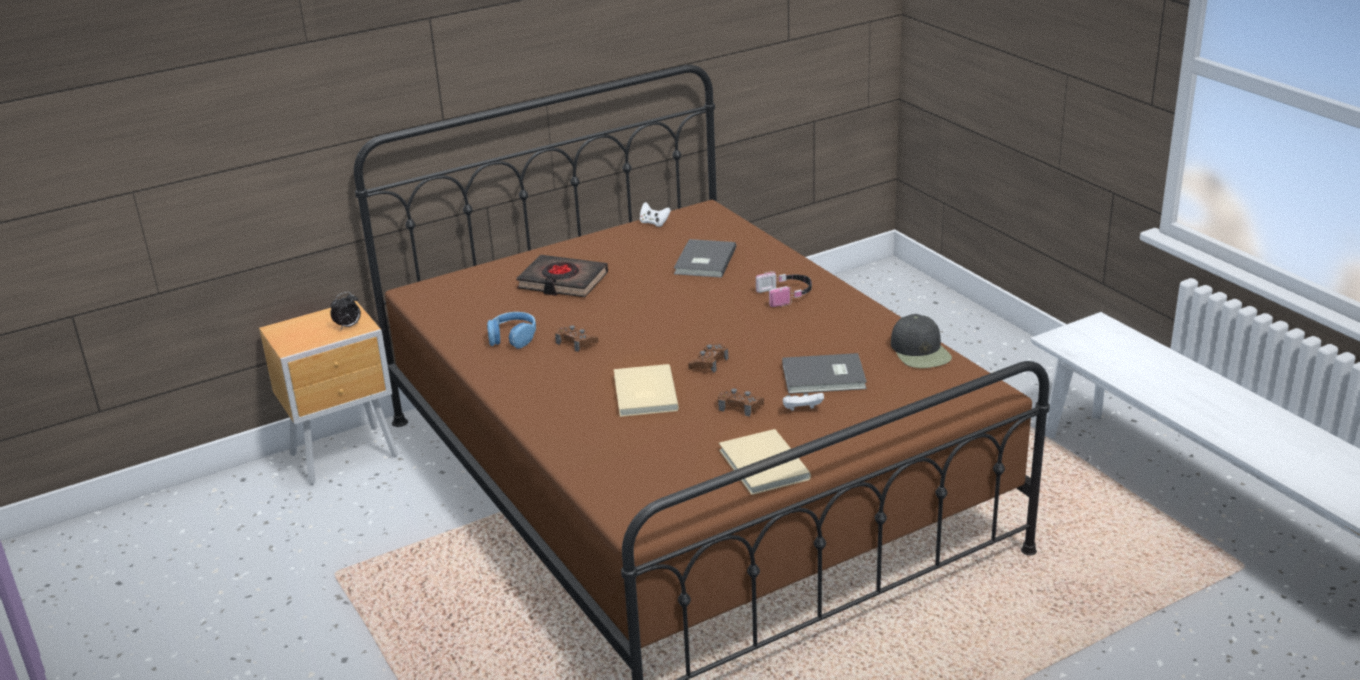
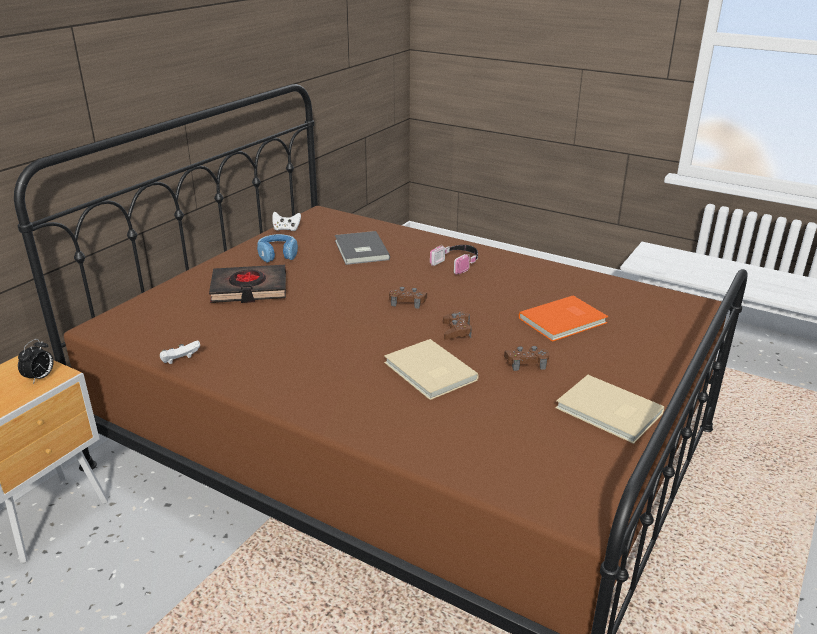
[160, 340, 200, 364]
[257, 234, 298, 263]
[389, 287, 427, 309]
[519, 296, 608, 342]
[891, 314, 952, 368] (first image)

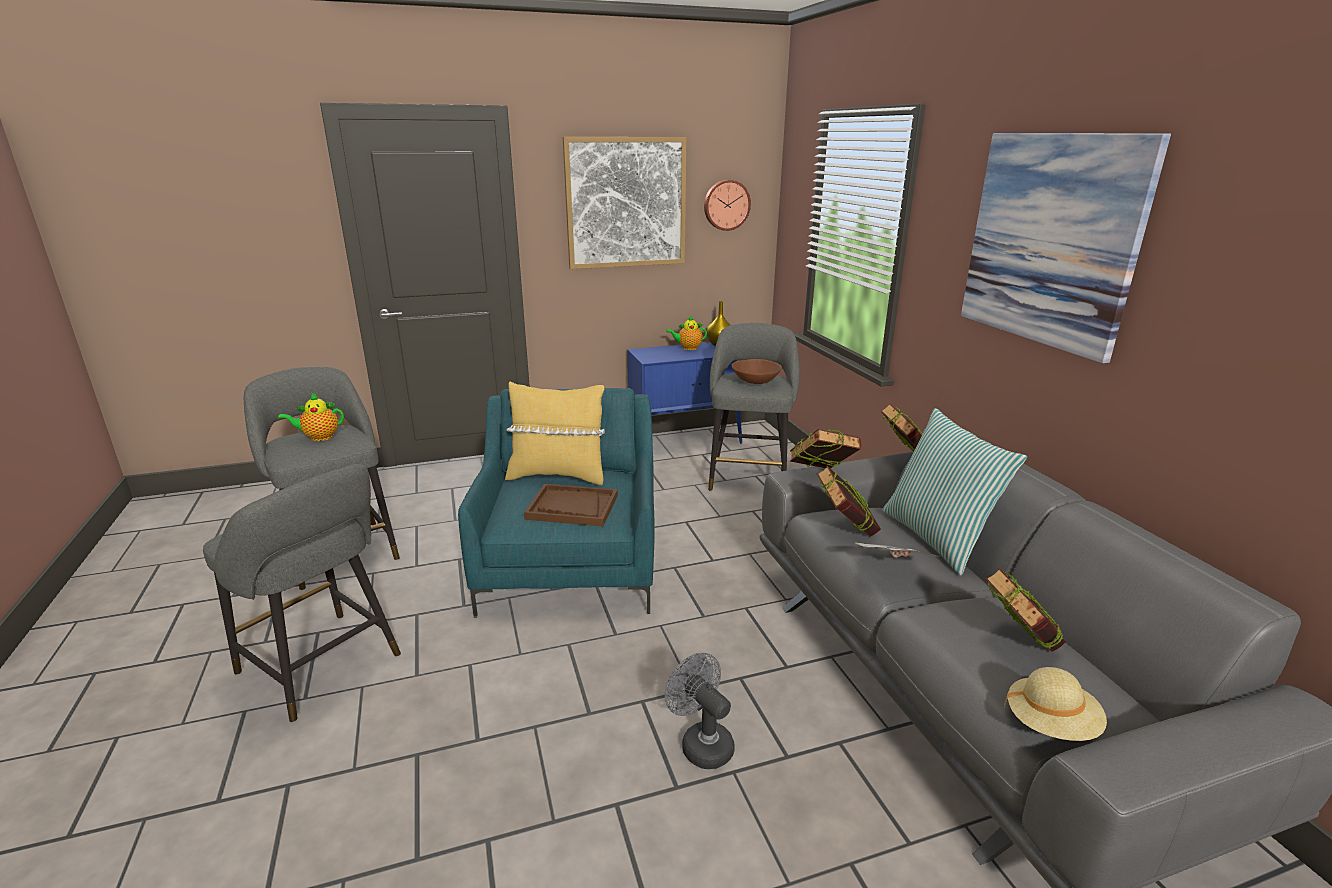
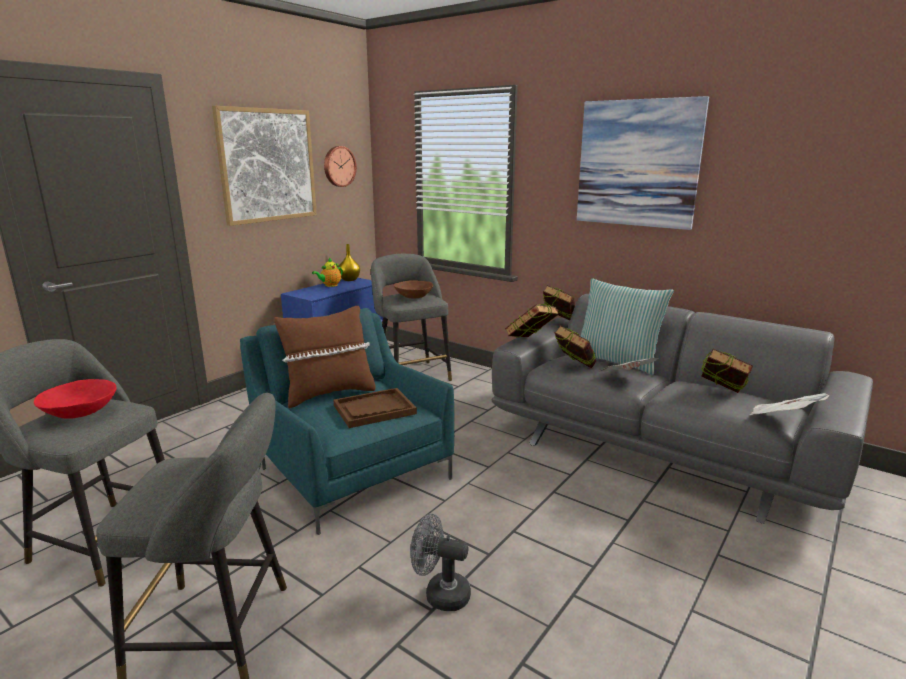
[34, 379, 117, 419]
[274, 306, 375, 408]
[410, 514, 471, 611]
[750, 393, 829, 415]

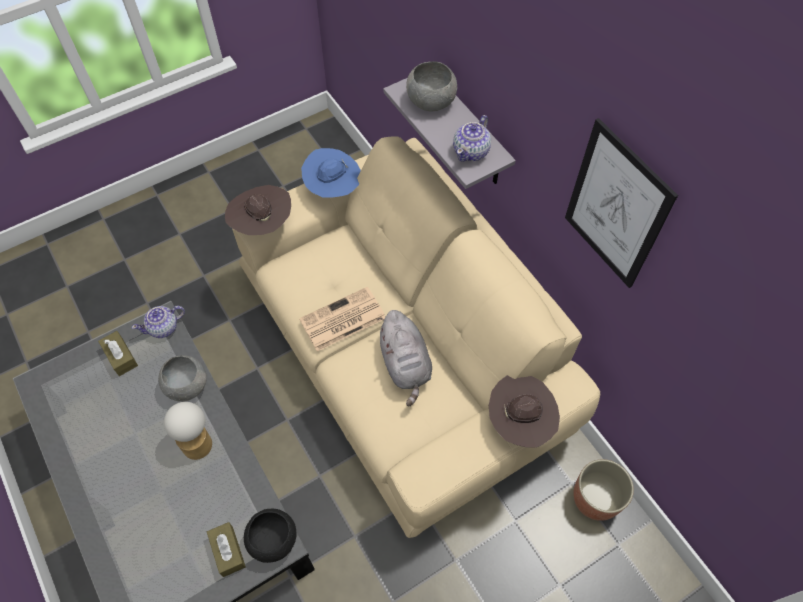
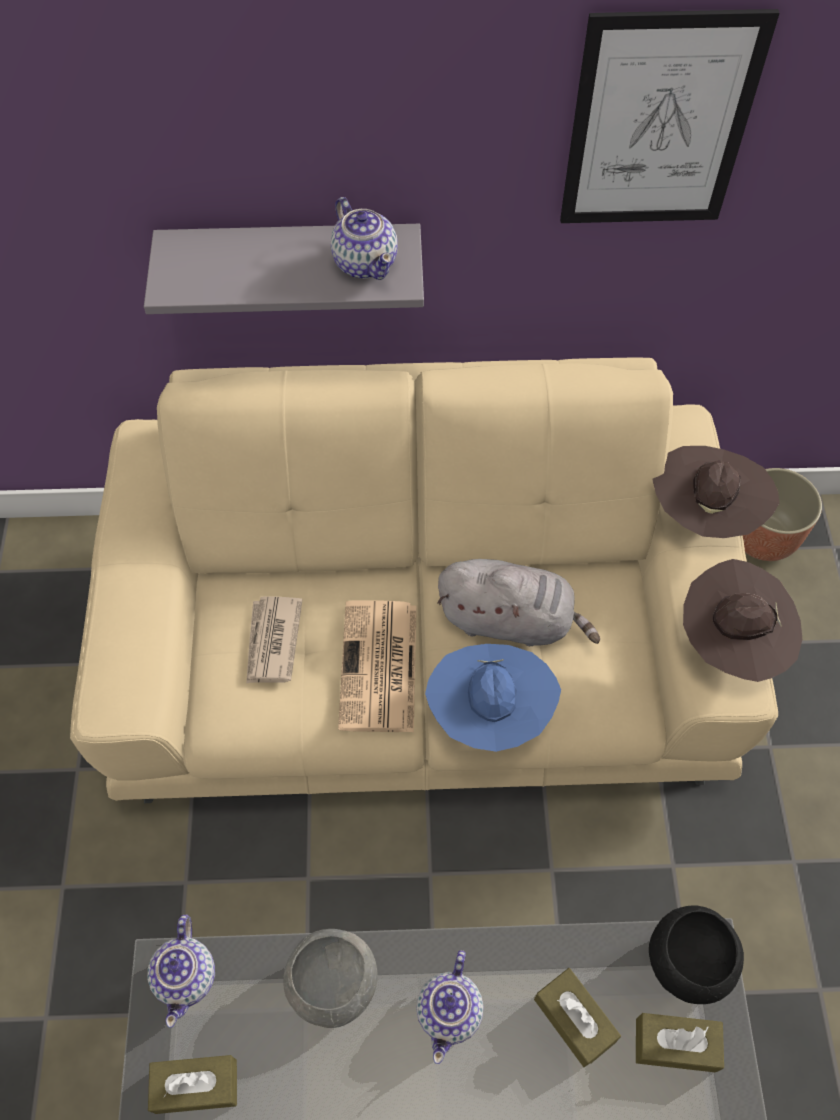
[246, 596, 302, 684]
[416, 950, 484, 1064]
[425, 644, 561, 752]
[534, 968, 621, 1067]
[683, 559, 802, 682]
[406, 61, 457, 111] (first image)

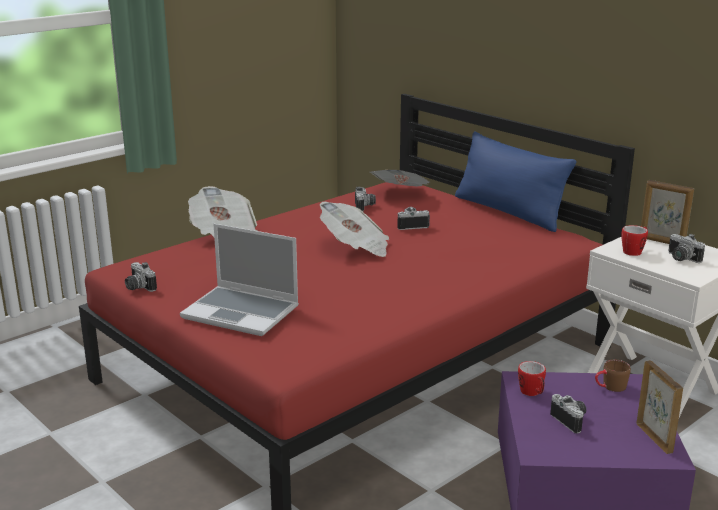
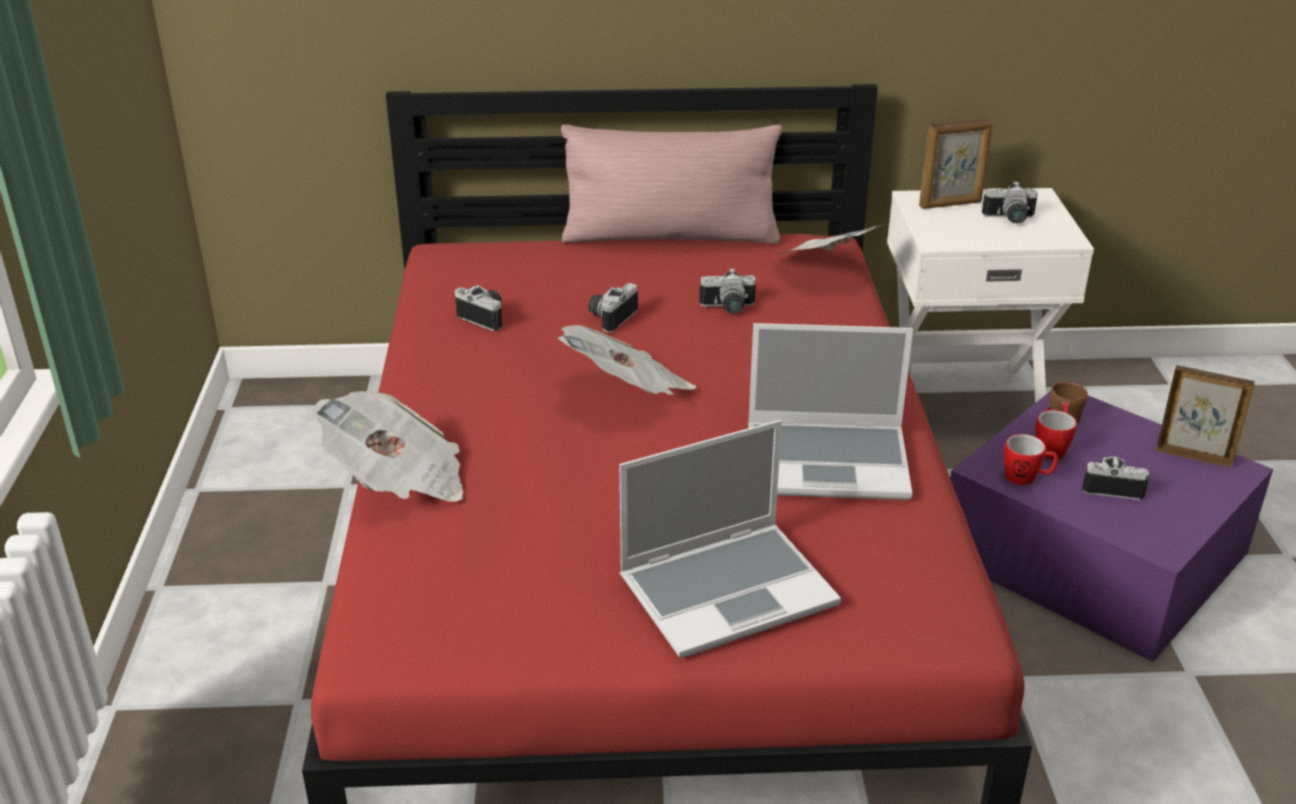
[561, 124, 782, 244]
[699, 268, 756, 314]
[748, 323, 913, 500]
[777, 224, 886, 255]
[1035, 407, 1077, 460]

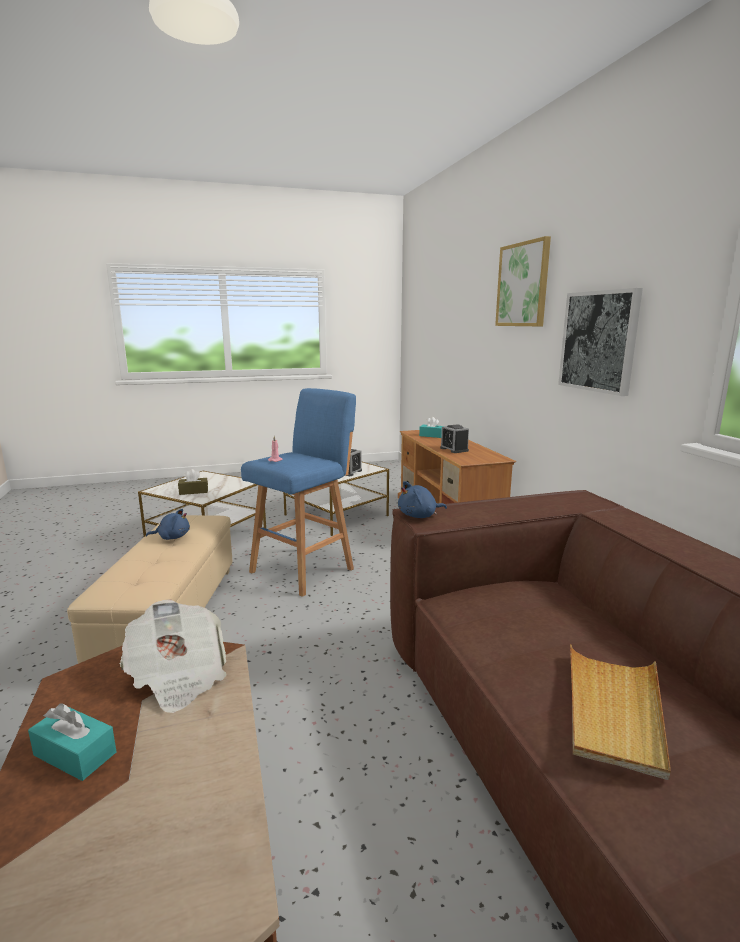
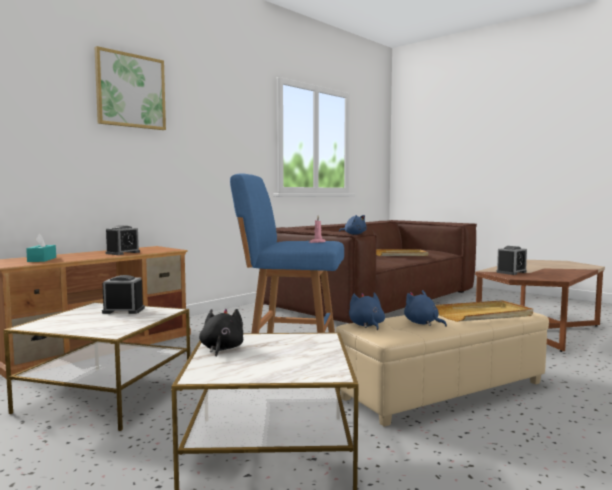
[199, 309, 243, 357]
[349, 292, 385, 330]
[435, 300, 533, 322]
[496, 246, 527, 275]
[28, 703, 116, 781] (first image)
[178, 469, 208, 495] (first image)
[558, 288, 643, 396] (first image)

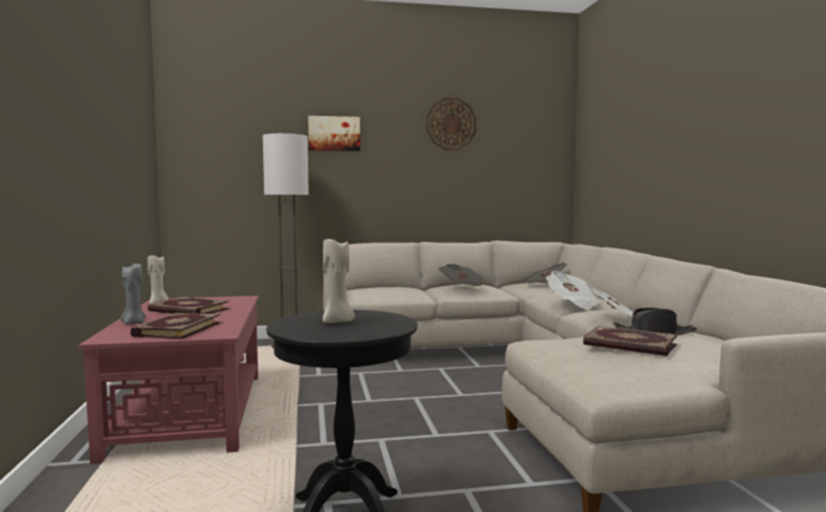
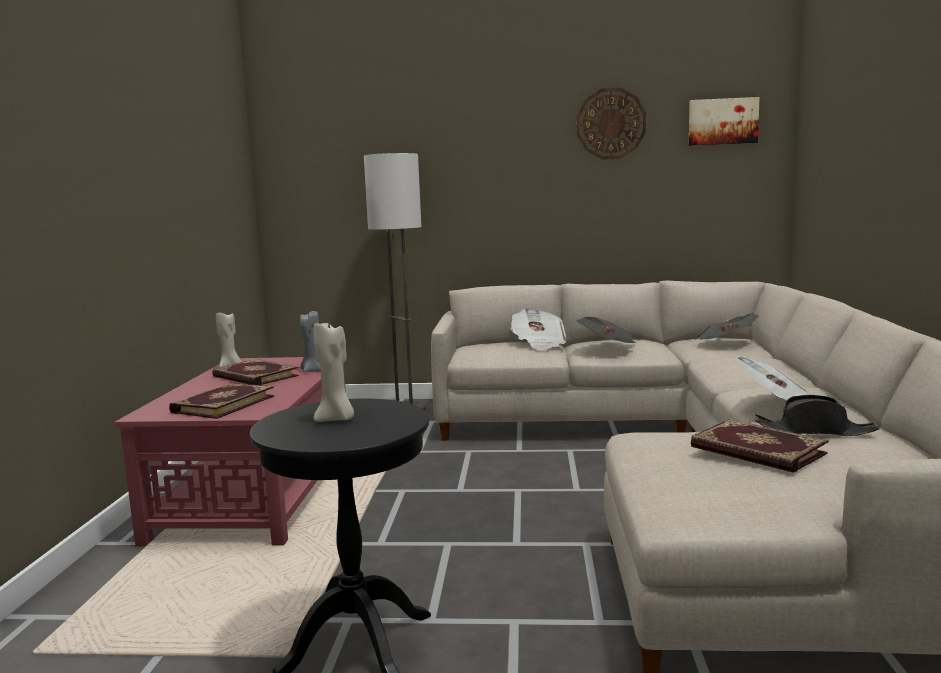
[300, 310, 321, 372]
[511, 309, 566, 350]
[689, 97, 760, 146]

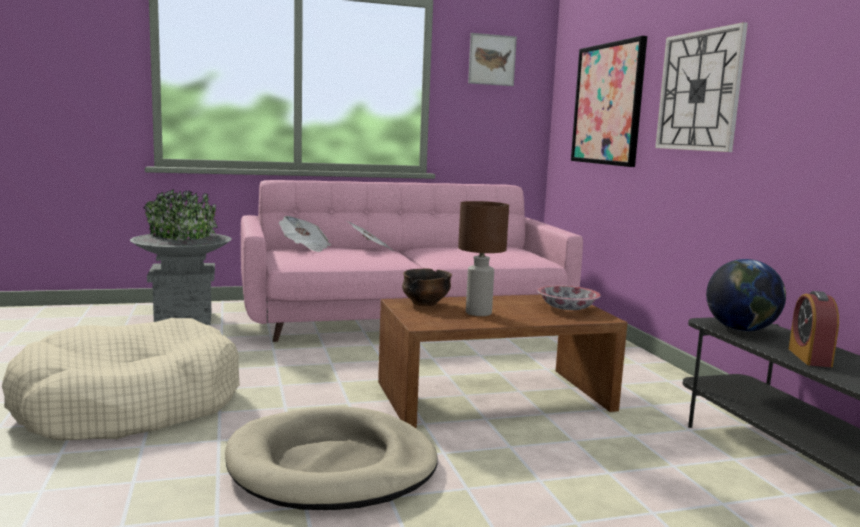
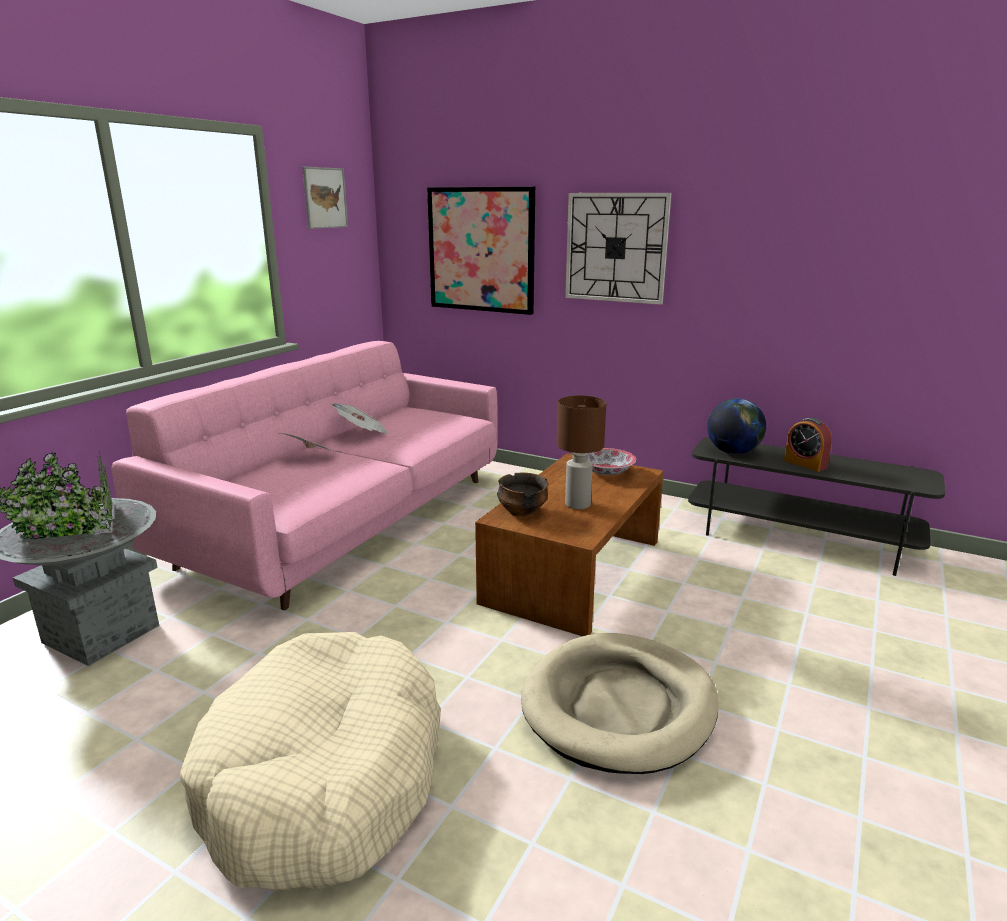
[330, 403, 389, 434]

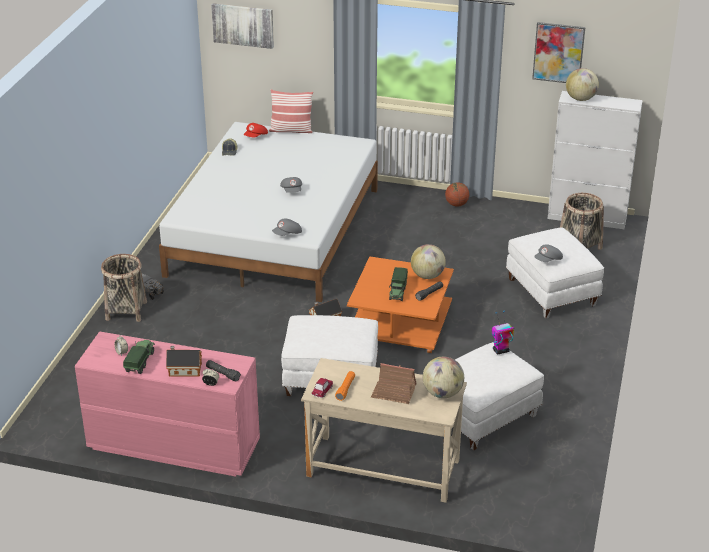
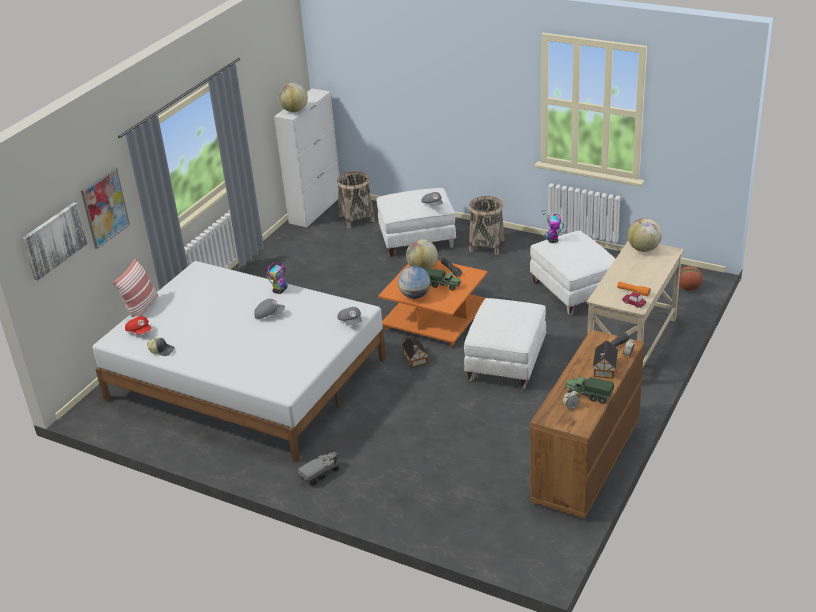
[81, 168, 130, 249]
[266, 262, 288, 294]
[398, 266, 431, 299]
[469, 196, 505, 255]
[530, 330, 644, 518]
[679, 266, 702, 291]
[371, 363, 417, 404] (first image)

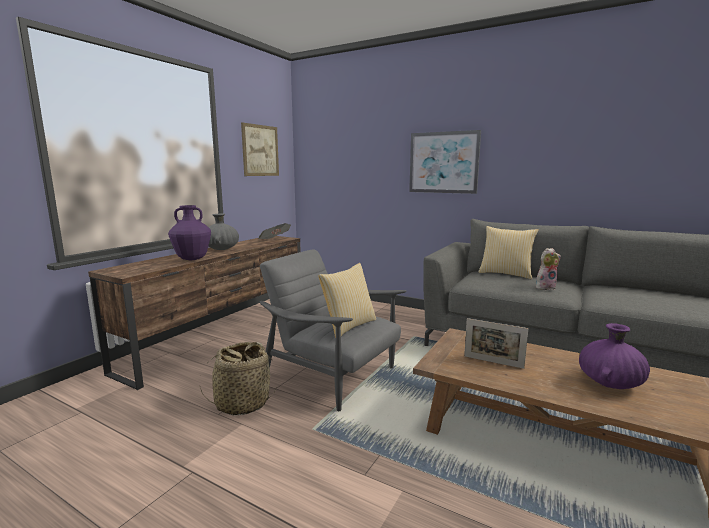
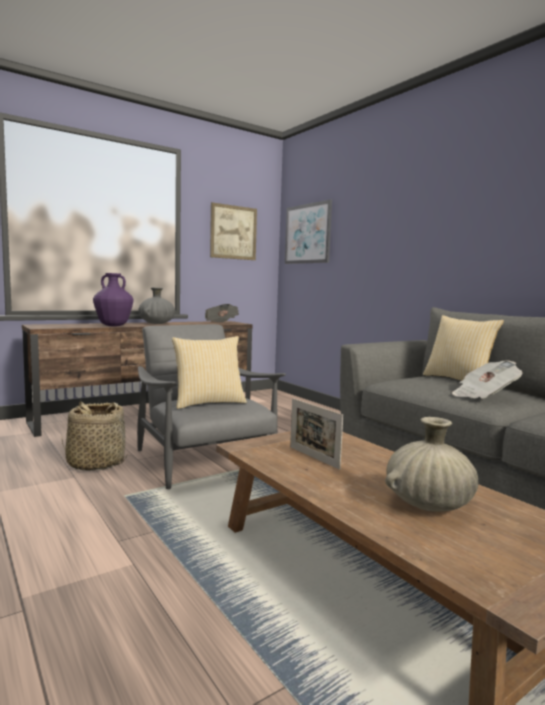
[285, 200, 332, 264]
[385, 417, 478, 511]
[452, 360, 522, 399]

